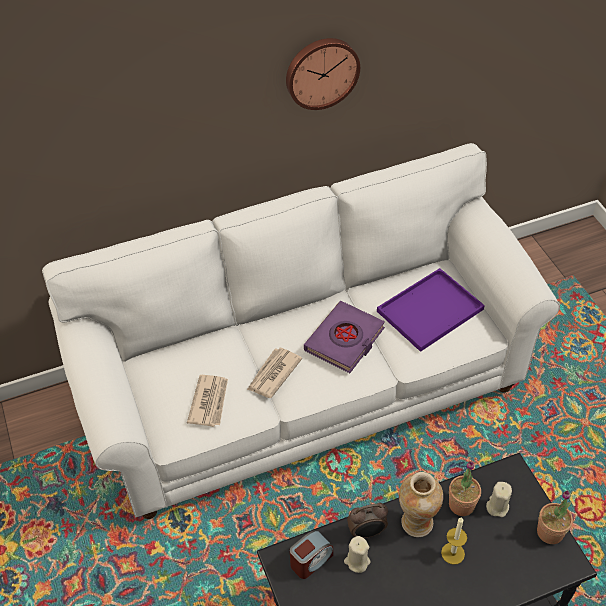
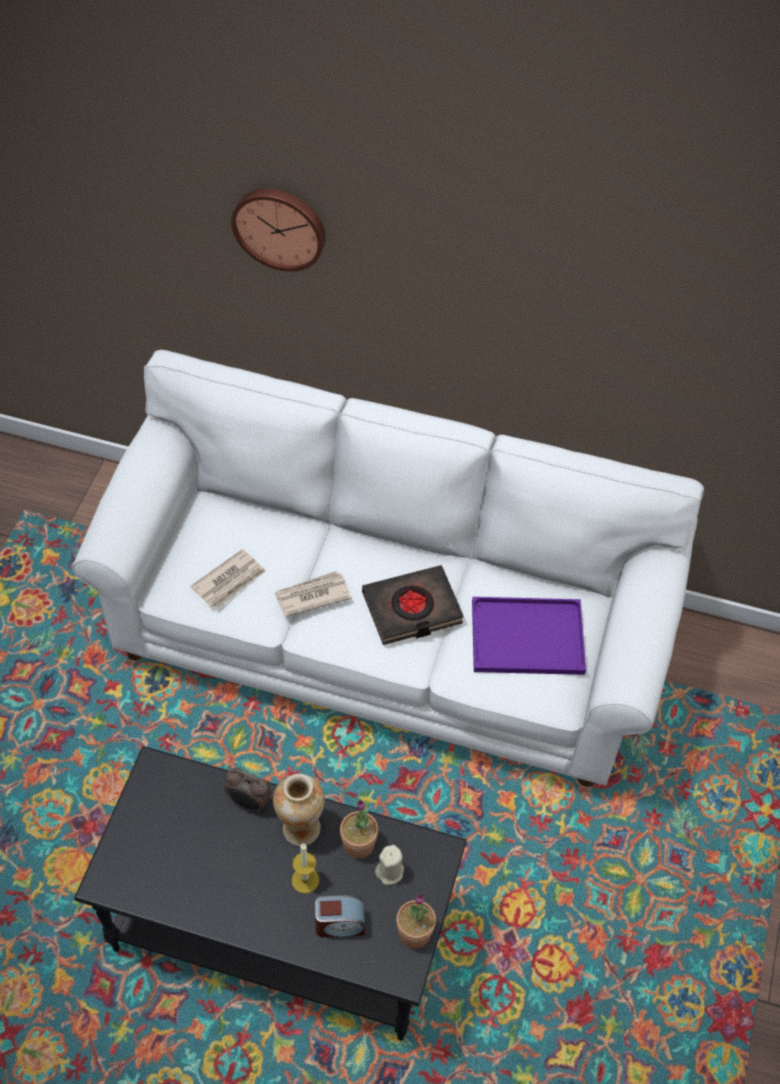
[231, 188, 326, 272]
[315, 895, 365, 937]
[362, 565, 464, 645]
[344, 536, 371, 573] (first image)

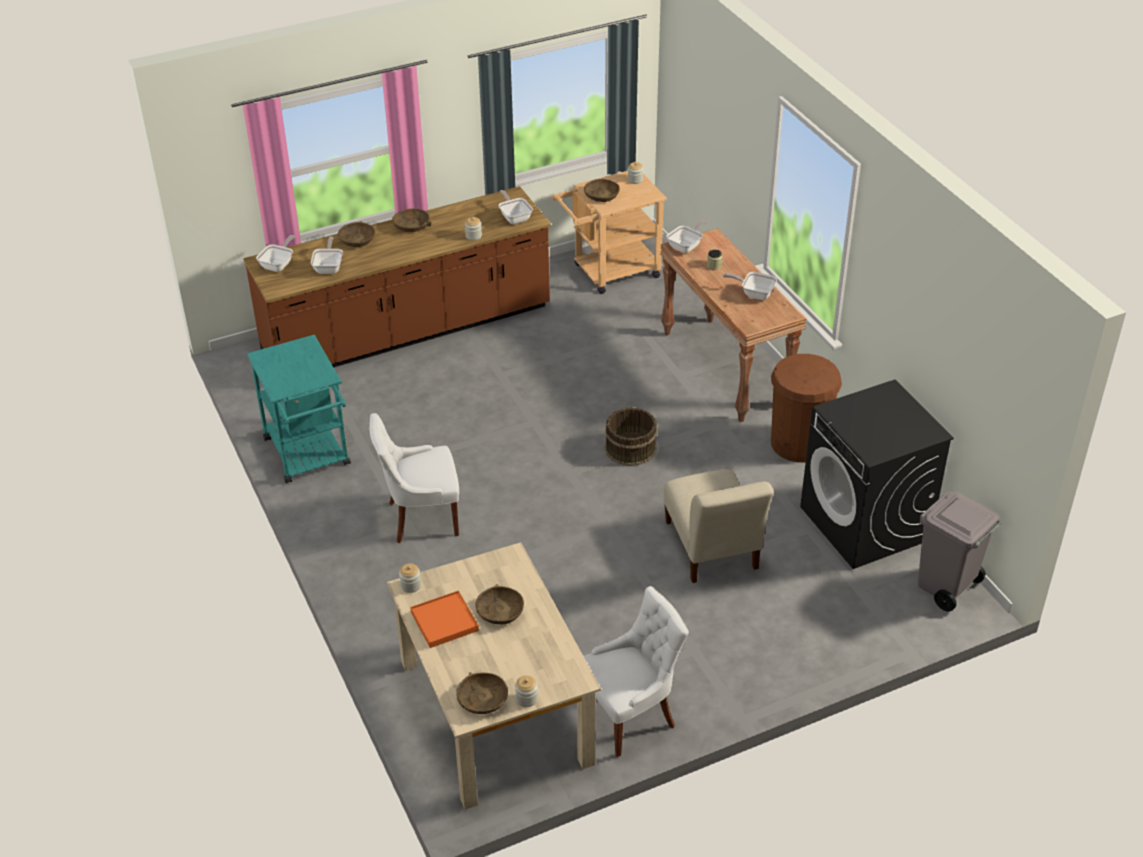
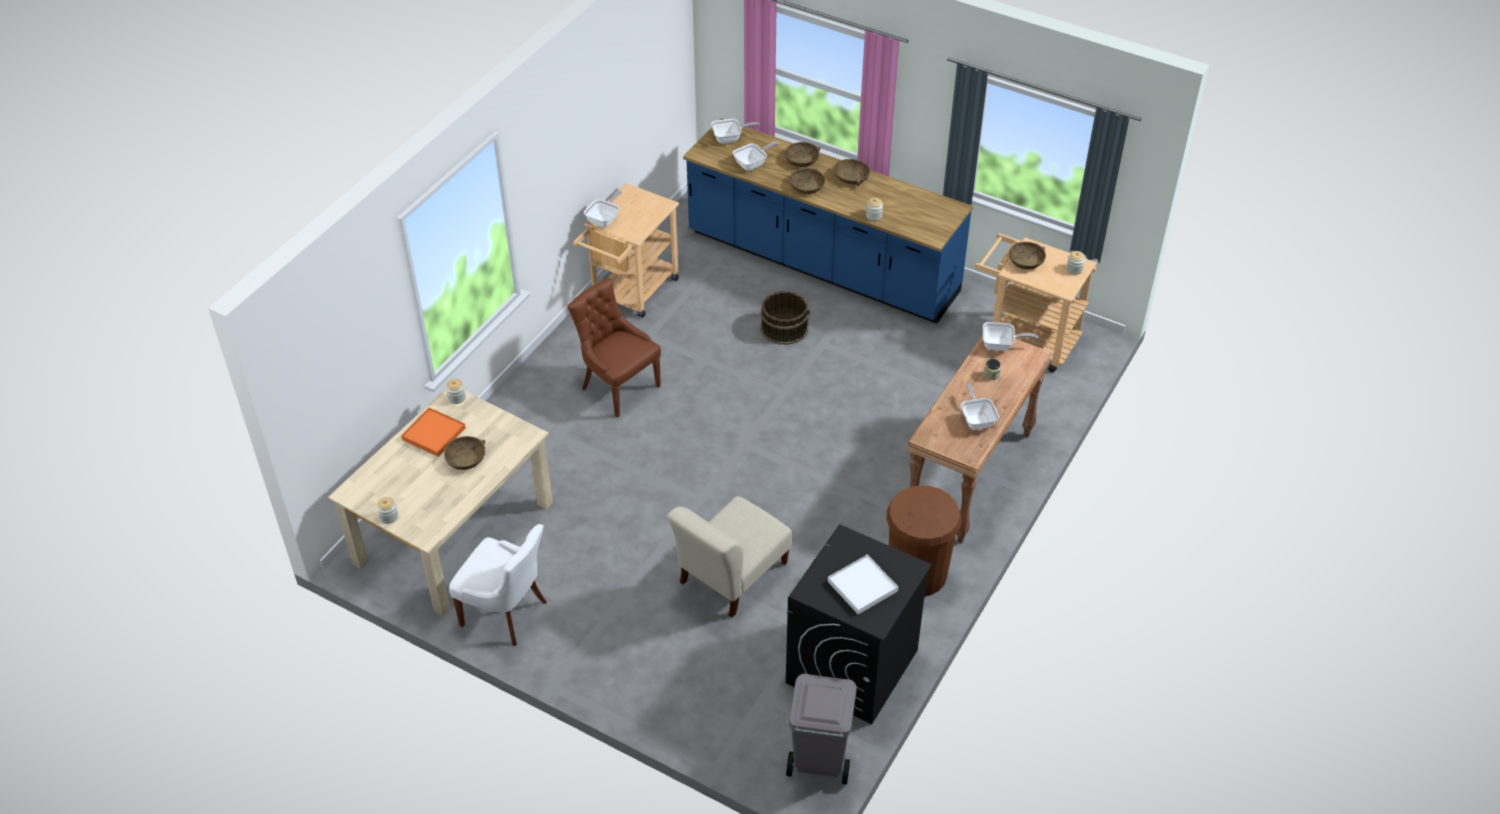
[567, 278, 661, 418]
[573, 183, 679, 318]
[584, 191, 622, 227]
[683, 118, 973, 324]
[760, 291, 810, 345]
[789, 168, 825, 194]
[828, 554, 898, 614]

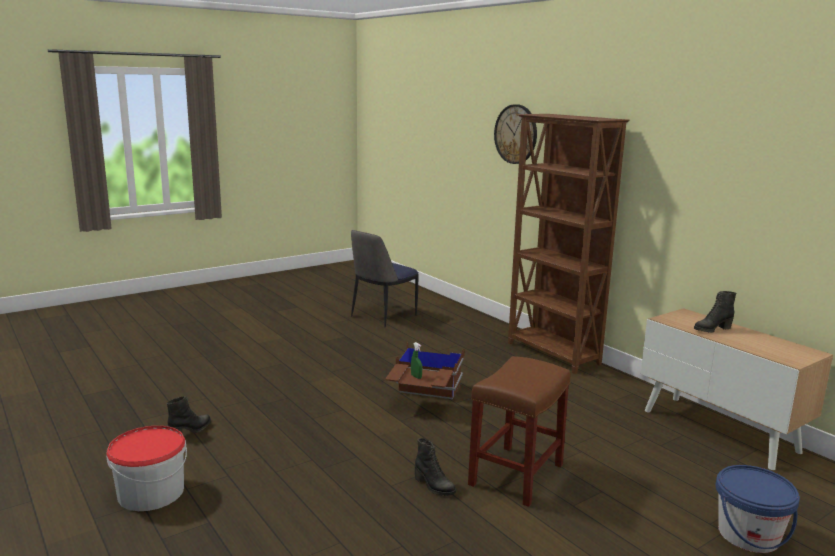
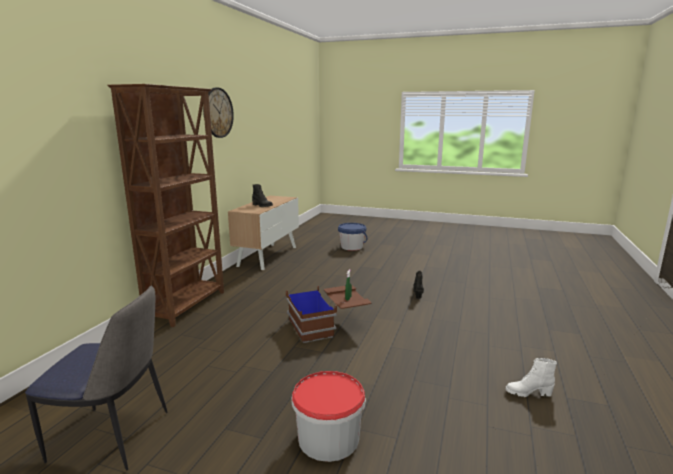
[203, 88, 234, 138]
[292, 371, 366, 462]
[506, 358, 557, 397]
[468, 356, 571, 507] (first image)

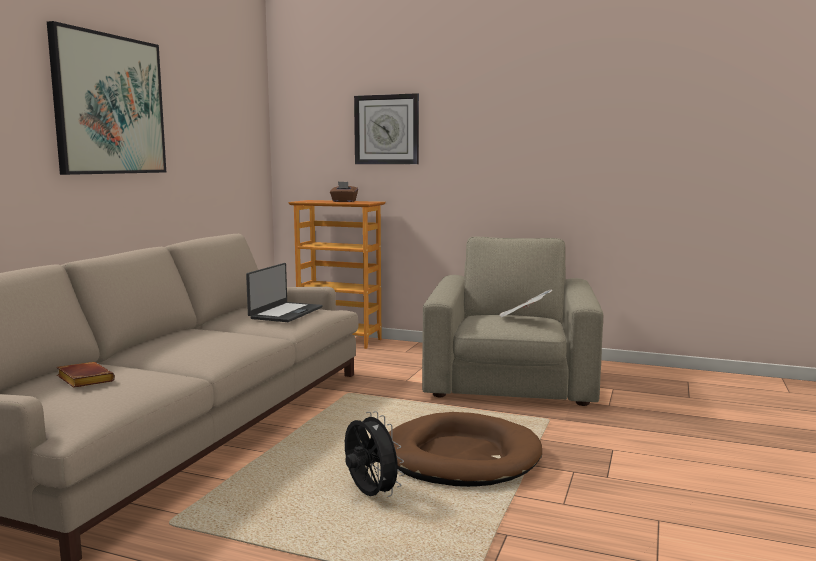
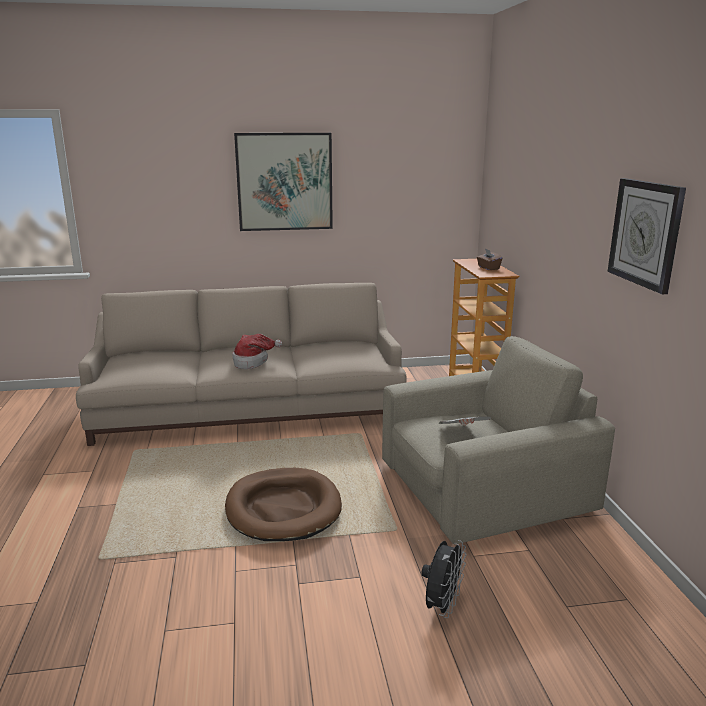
[232, 334, 282, 369]
[421, 540, 467, 618]
[607, 178, 686, 294]
[57, 362, 115, 388] (first image)
[246, 263, 323, 322] (first image)

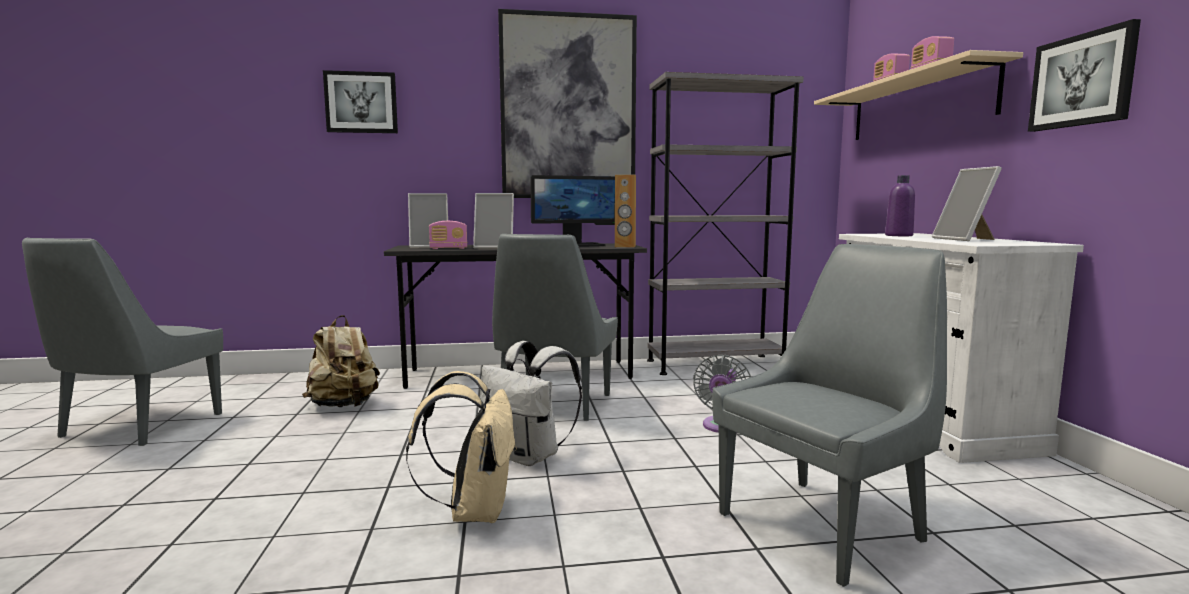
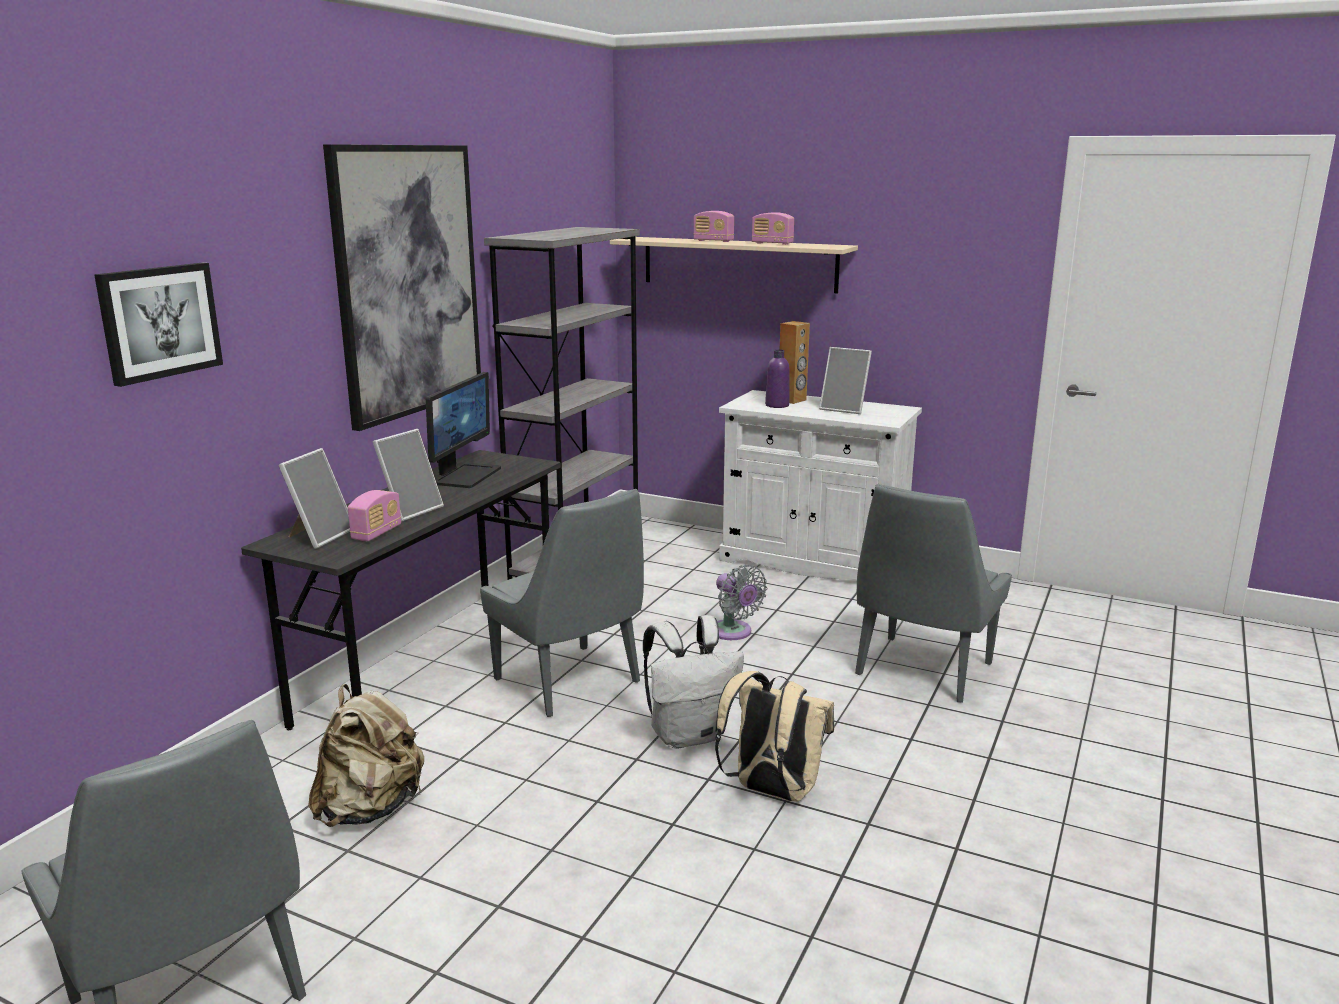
[780, 321, 810, 404]
[855, 484, 1012, 703]
[1028, 19, 1141, 132] (first image)

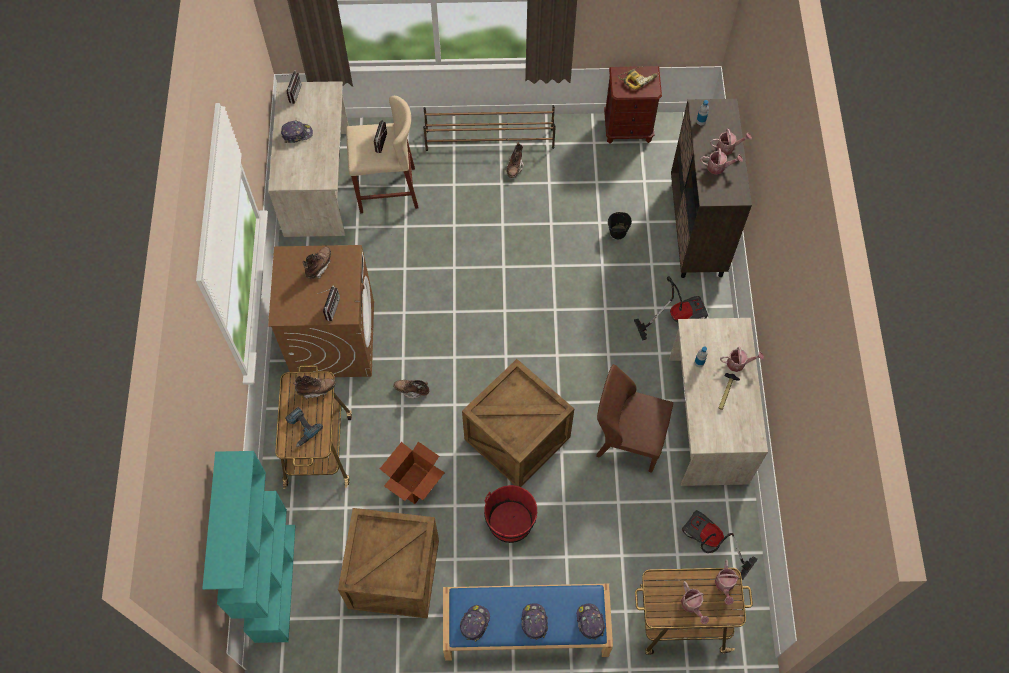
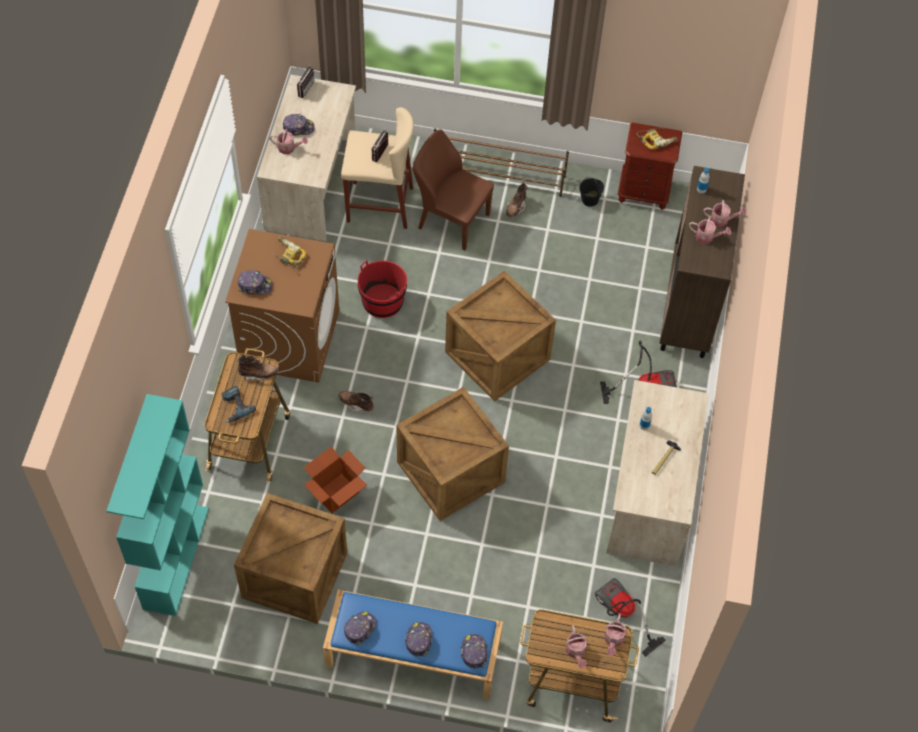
[238, 270, 273, 295]
[269, 129, 308, 154]
[272, 237, 306, 271]
[358, 260, 407, 318]
[413, 129, 494, 251]
[445, 270, 556, 402]
[579, 177, 604, 207]
[317, 285, 340, 321] (first image)

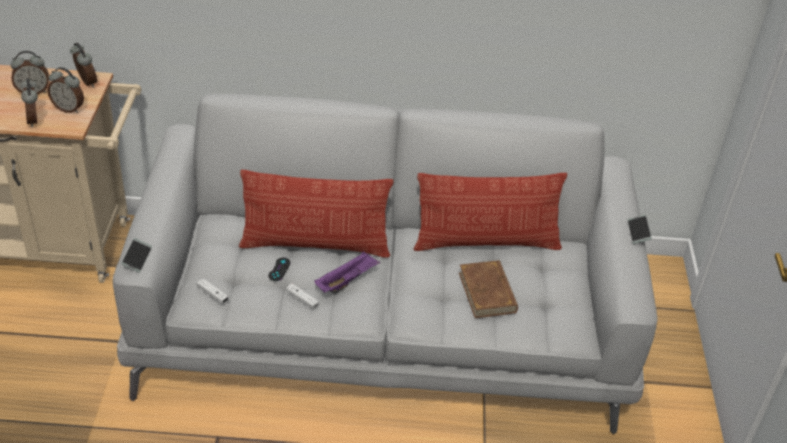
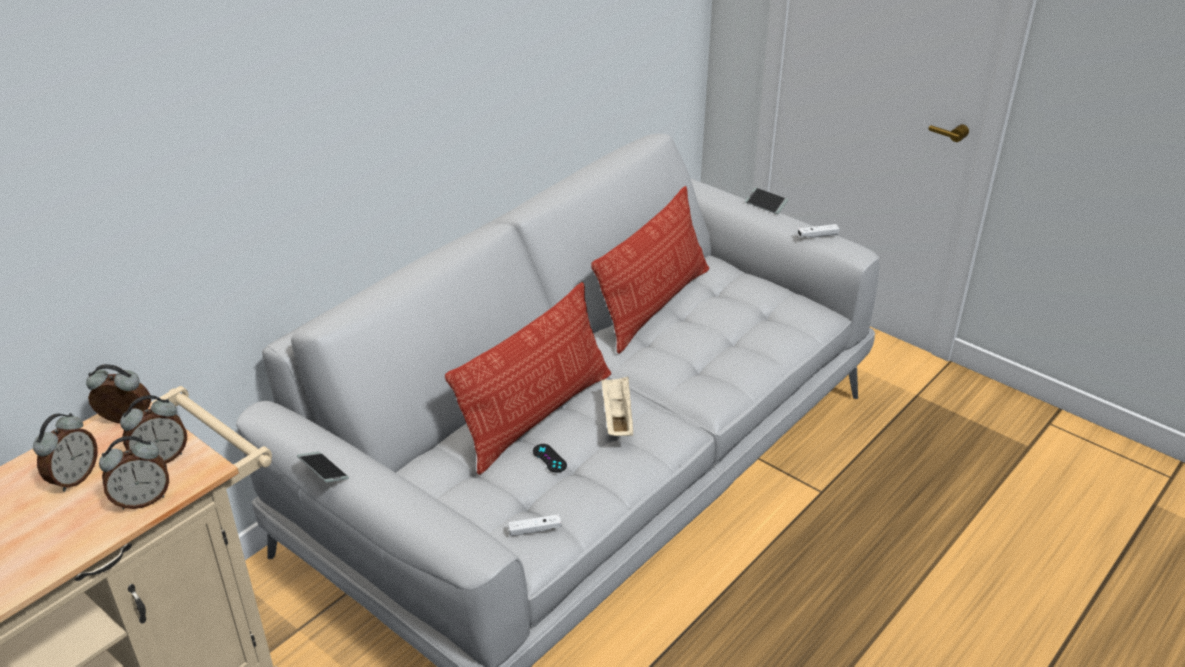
[99, 436, 169, 510]
[297, 452, 349, 482]
[601, 377, 633, 436]
[798, 224, 840, 238]
[459, 260, 518, 318] (first image)

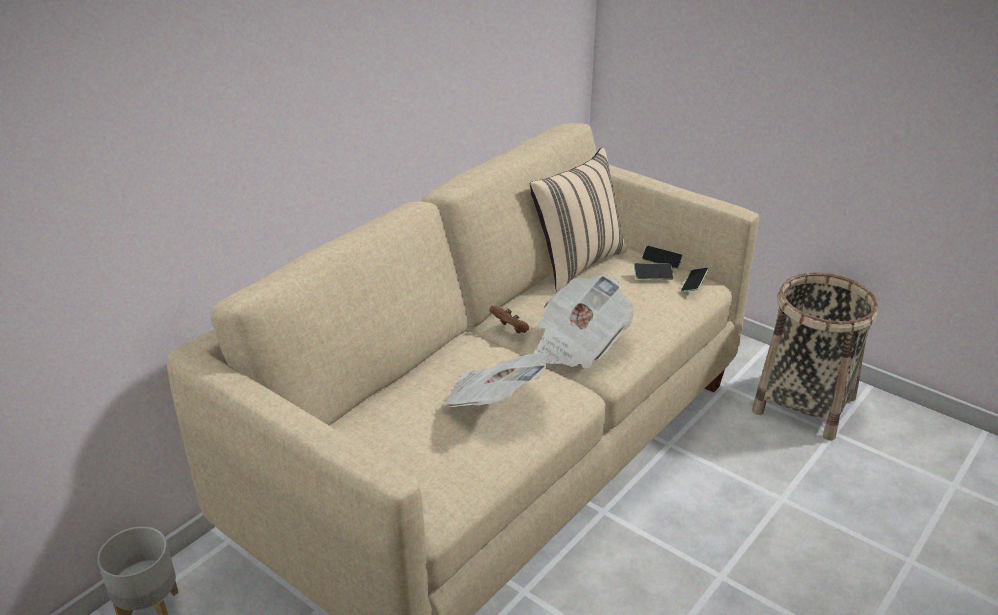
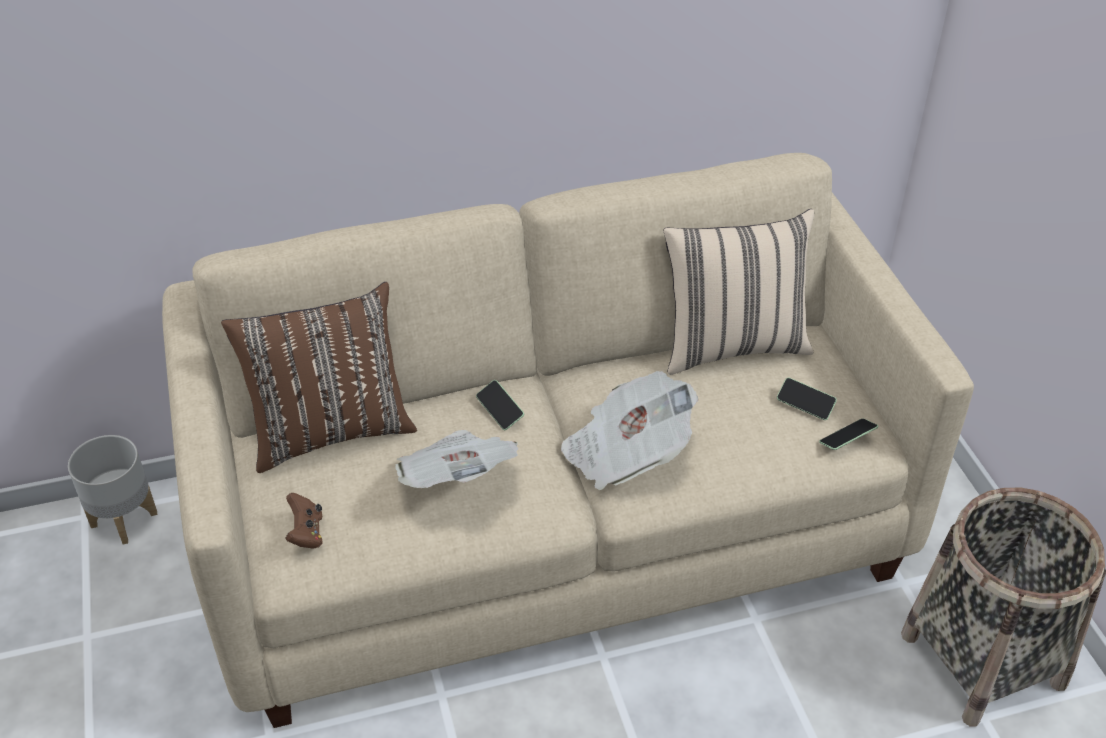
[221, 282, 417, 473]
[285, 493, 323, 548]
[476, 380, 524, 430]

